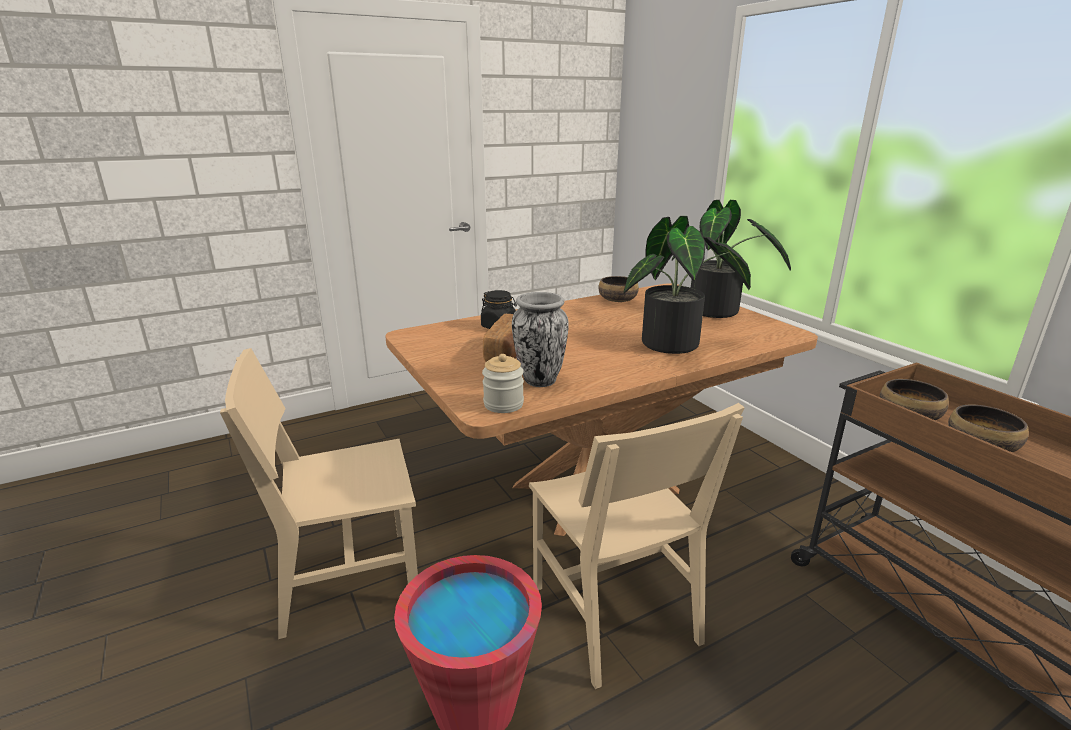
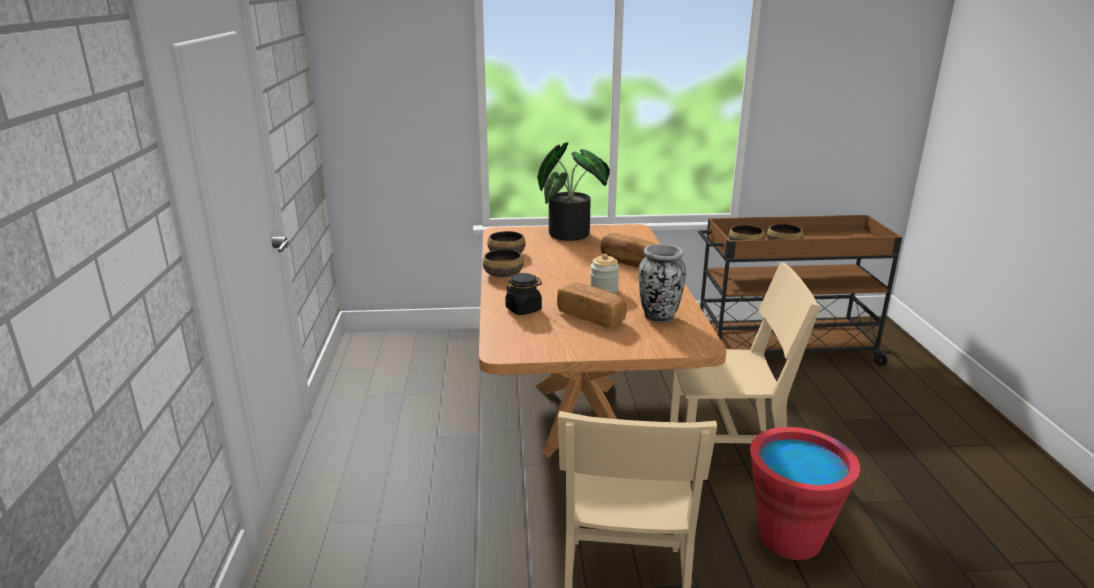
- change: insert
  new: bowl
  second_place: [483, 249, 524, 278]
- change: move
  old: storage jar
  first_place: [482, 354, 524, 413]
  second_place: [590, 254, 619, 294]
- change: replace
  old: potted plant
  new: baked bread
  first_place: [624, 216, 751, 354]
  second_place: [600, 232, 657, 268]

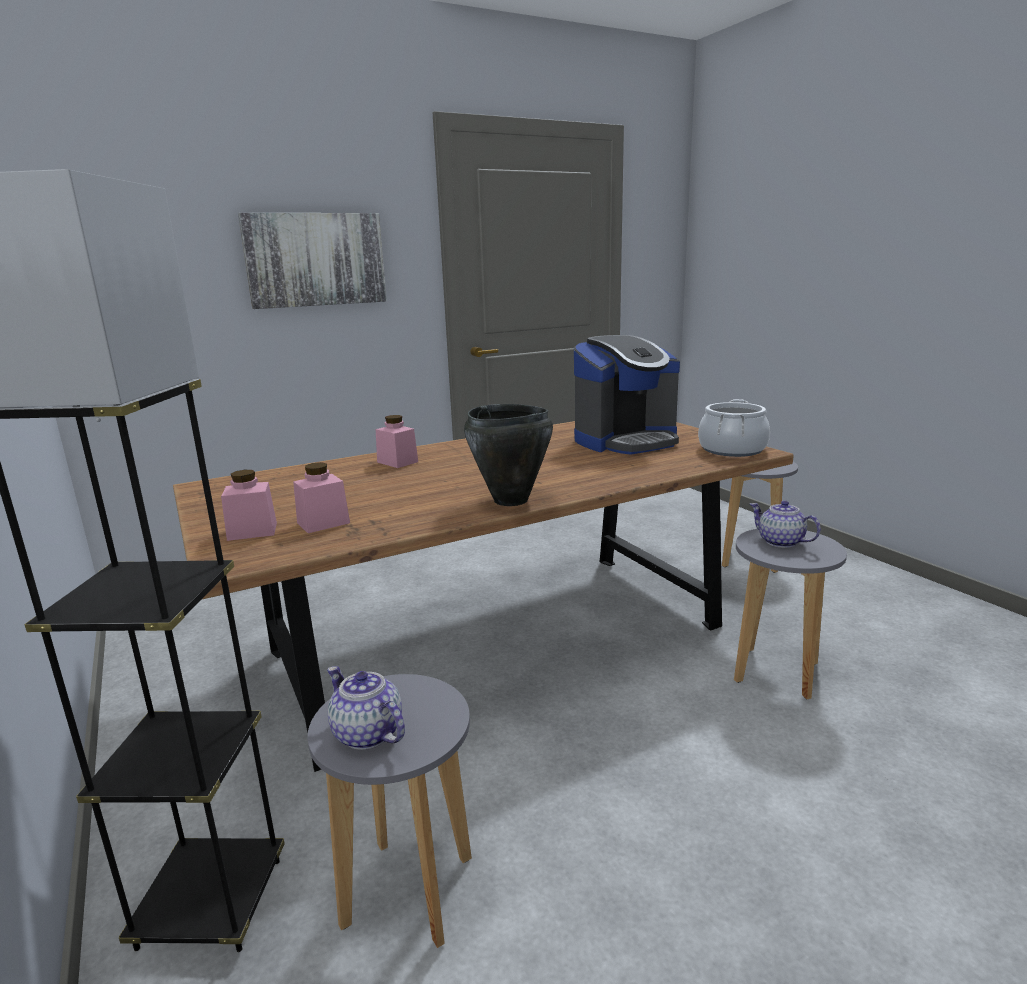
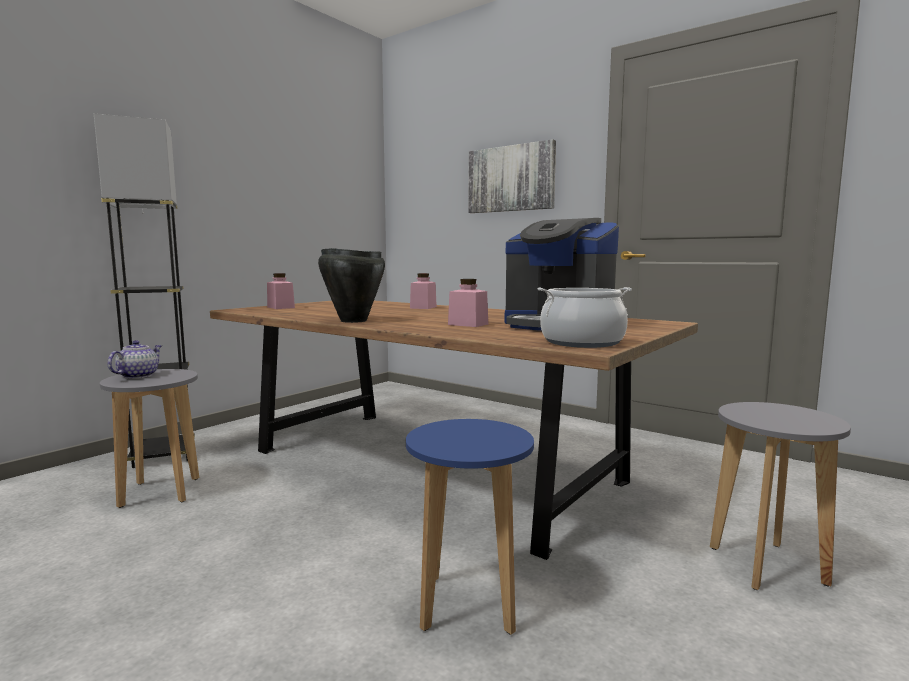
- change: delete
  old: tea pot
  first_place: [750, 500, 821, 548]
- change: move
  old: pink-coloured storage jar
  first_place: [293, 462, 350, 533]
  second_place: [448, 279, 488, 327]
- change: recolor
  old: grey stool seat
  new: blue stool seat
  first_place: [734, 529, 847, 700]
  second_place: [406, 419, 534, 635]

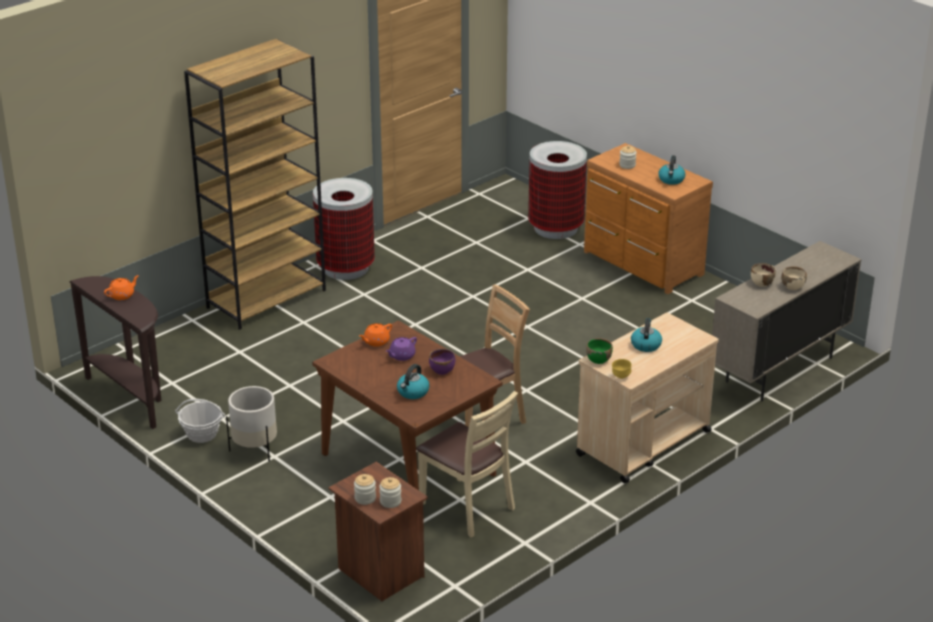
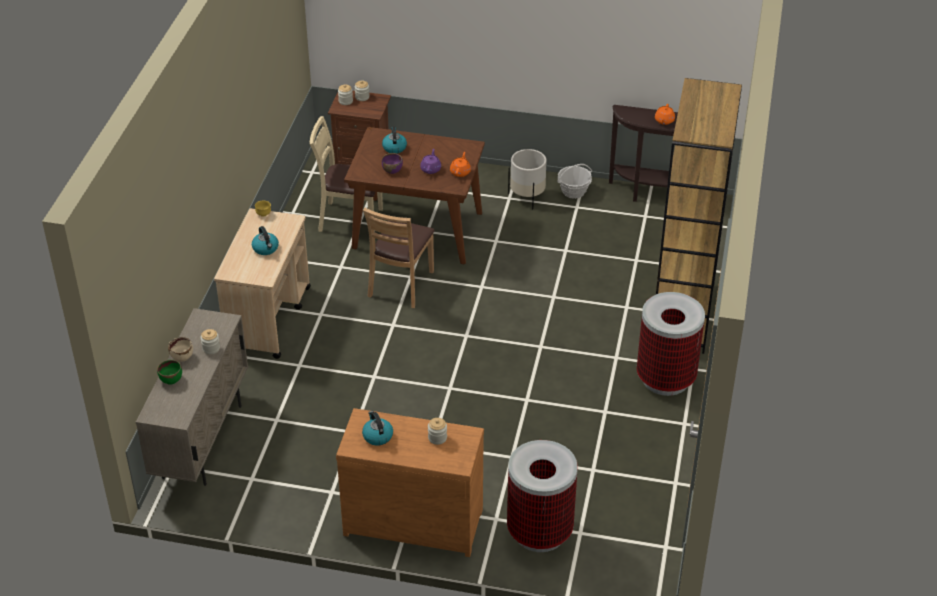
- change: move
  old: green bowl
  first_place: [586, 338, 613, 364]
  second_place: [157, 360, 182, 385]
- change: replace
  old: beige-coloured bowl
  new: storage jar
  first_place: [751, 263, 776, 287]
  second_place: [200, 329, 220, 354]

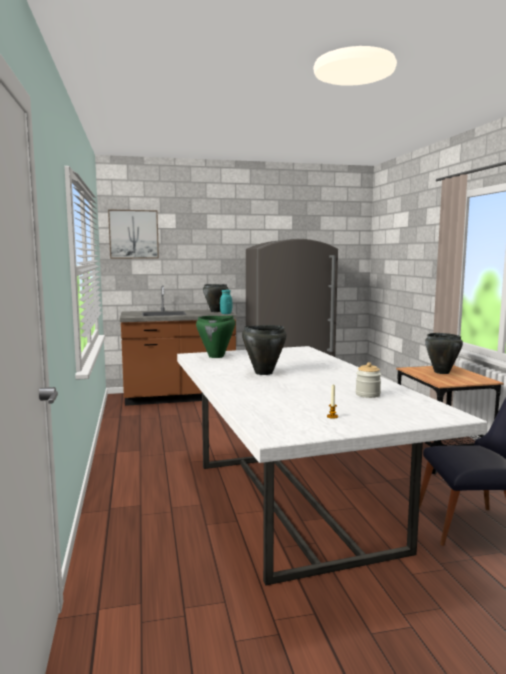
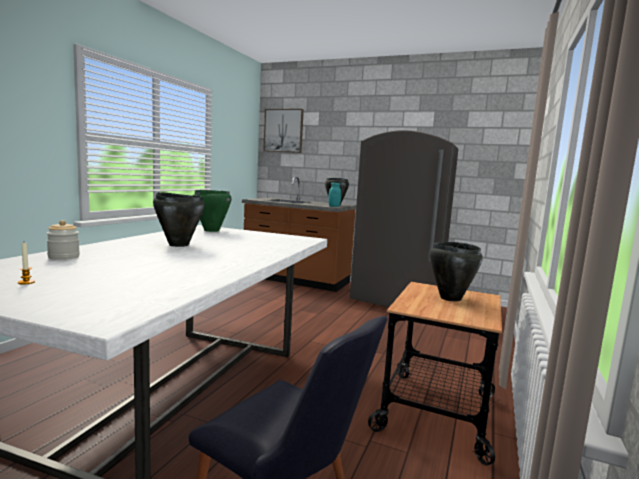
- change: move
  old: storage jar
  first_place: [356, 362, 381, 398]
  second_place: [46, 220, 80, 260]

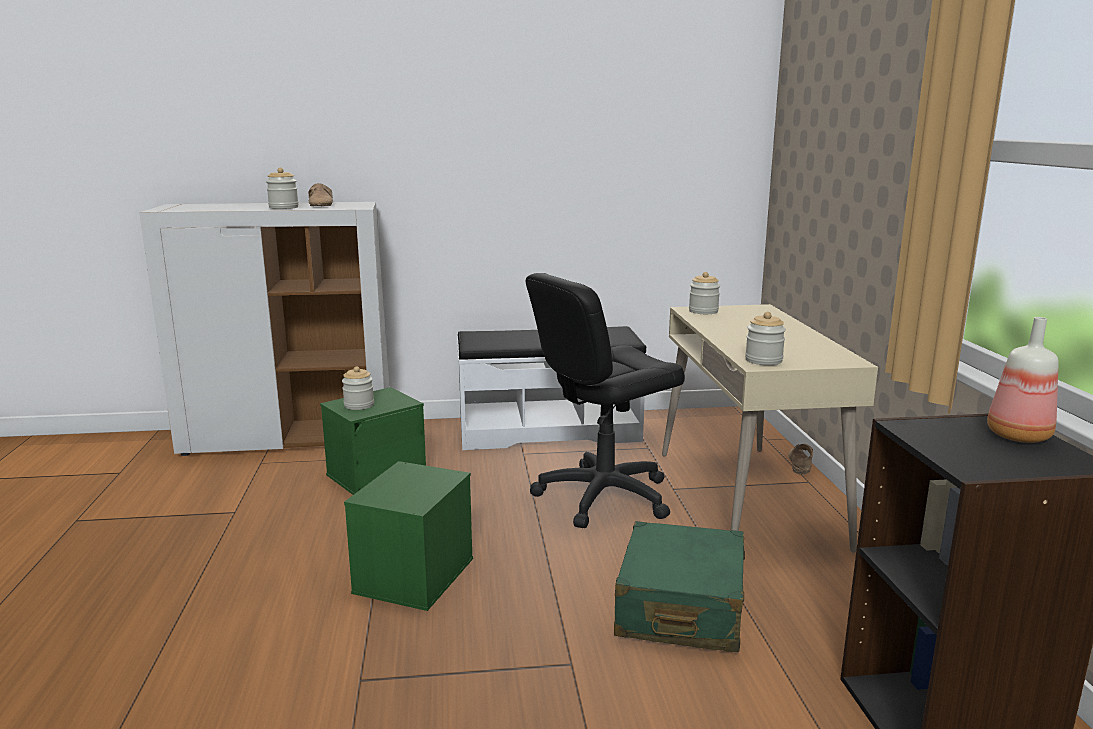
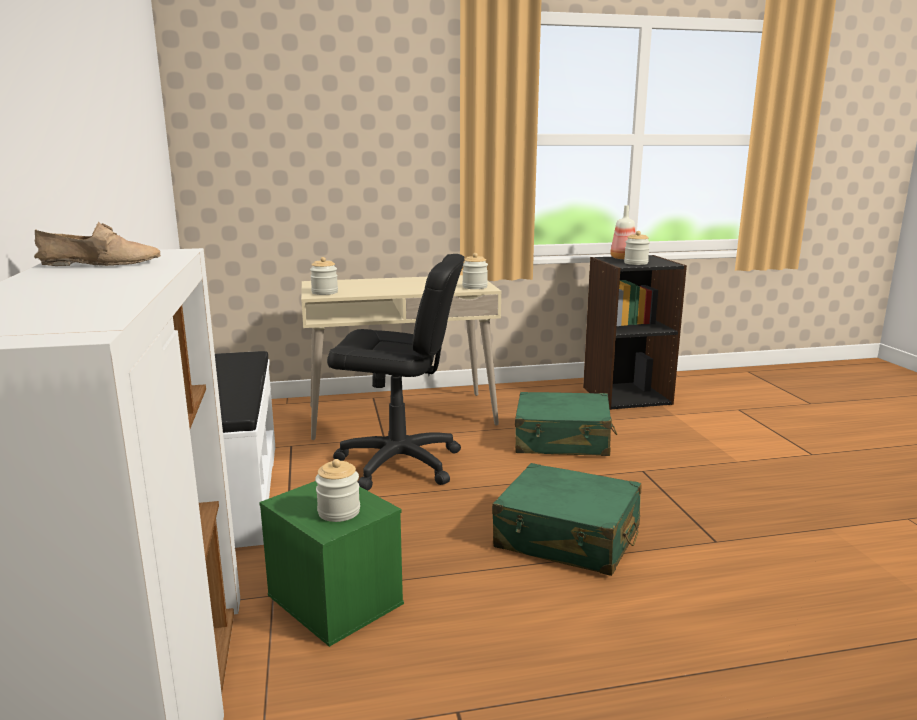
- change: delete
  old: beige-coloured shoe
  first_place: [788, 444, 813, 475]
- change: move
  old: storage jar
  first_place: [266, 168, 299, 209]
  second_place: [624, 231, 650, 265]
- change: replace
  old: green storage box
  new: green travel case
  first_place: [344, 461, 473, 611]
  second_place: [492, 463, 641, 576]
- change: rotate
  old: black-coloured computer chair
  first_place: [526, 273, 685, 528]
  second_place: [327, 254, 464, 491]
  degrees: -45

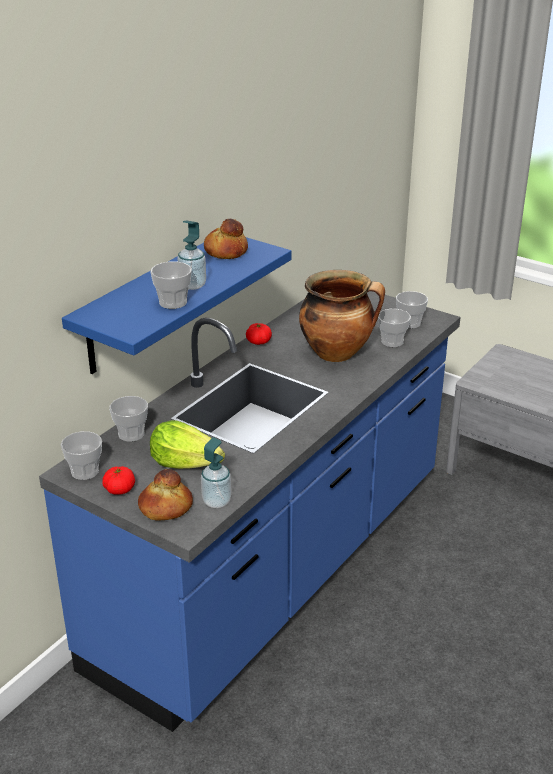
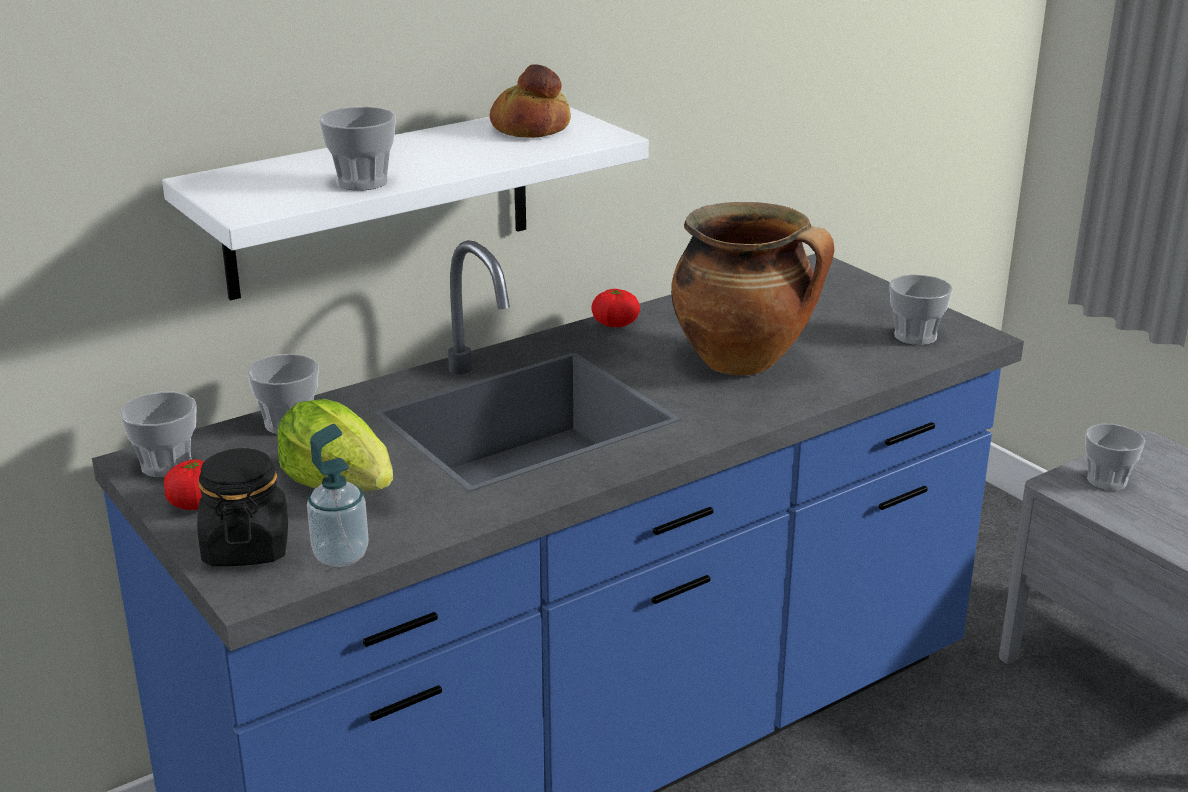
- change: delete
  old: soap bottle
  first_place: [178, 221, 206, 290]
- change: move
  old: cup
  first_place: [378, 309, 411, 347]
  second_place: [1085, 424, 1145, 490]
- change: replace
  old: baked bread
  new: black-coloured storage jar
  first_place: [138, 469, 193, 521]
  second_place: [197, 448, 288, 566]
- change: recolor
  old: blue wall shelf
  new: whitish wall shelf
  first_place: [62, 237, 291, 374]
  second_place: [162, 107, 649, 301]

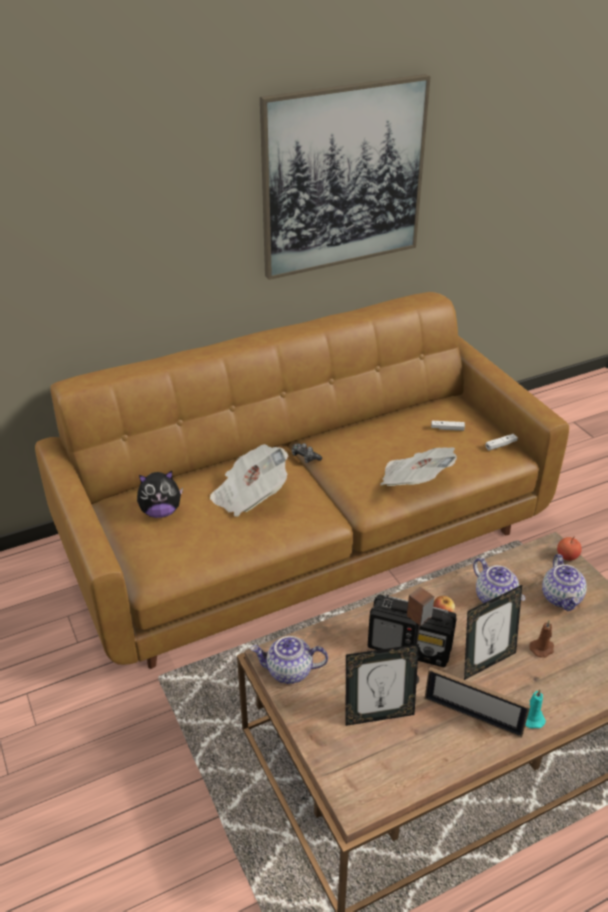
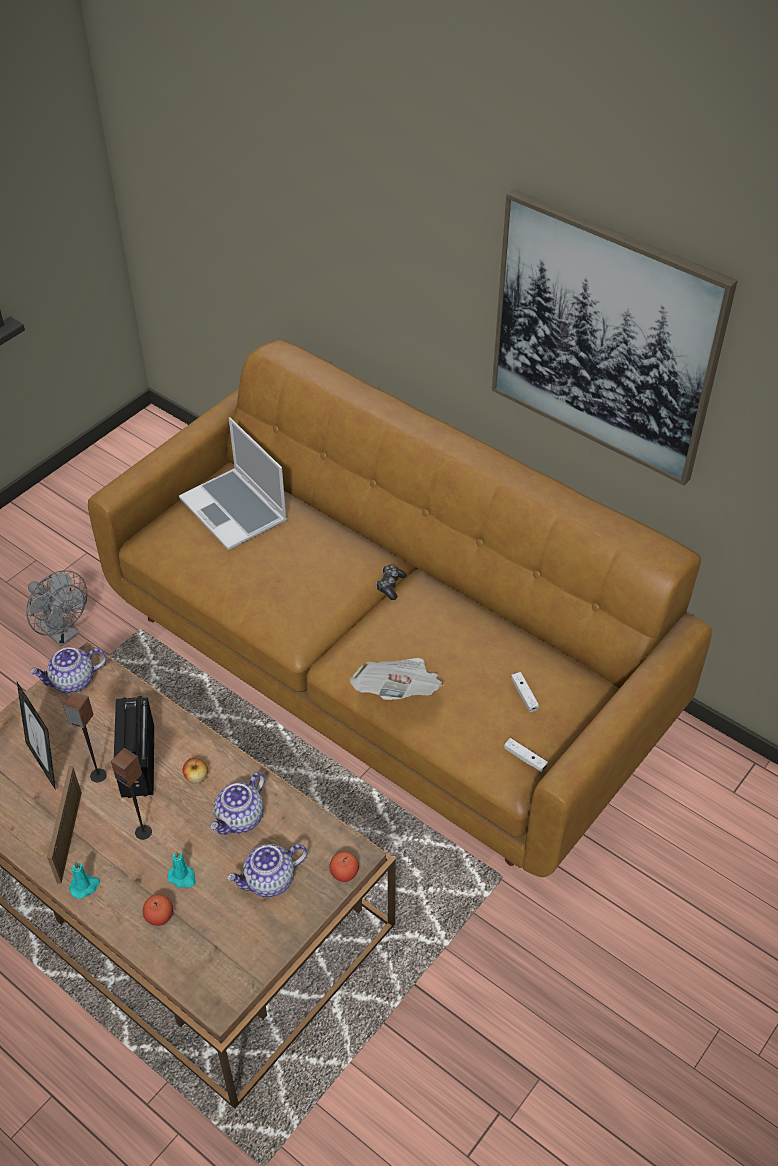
- change: delete
  old: daily paper
  first_place: [210, 444, 289, 517]
- change: insert
  new: grey cooling fan
  second_place: [26, 570, 87, 647]
- change: insert
  new: apple fruit
  second_place: [143, 895, 173, 926]
- change: replace
  old: soft toy
  new: laptop
  first_place: [137, 471, 183, 518]
  second_place: [179, 417, 287, 550]
- change: replace
  old: photo frame
  new: loudspeaker
  first_place: [464, 585, 522, 680]
  second_place: [111, 748, 152, 840]
- change: recolor
  old: brown wax candle
  new: blue-green wax candle
  first_place: [529, 620, 554, 658]
  second_place: [168, 852, 196, 888]
- change: rotate
  old: tea pot
  first_place: [250, 636, 328, 684]
  second_place: [29, 647, 107, 693]
  degrees: -90

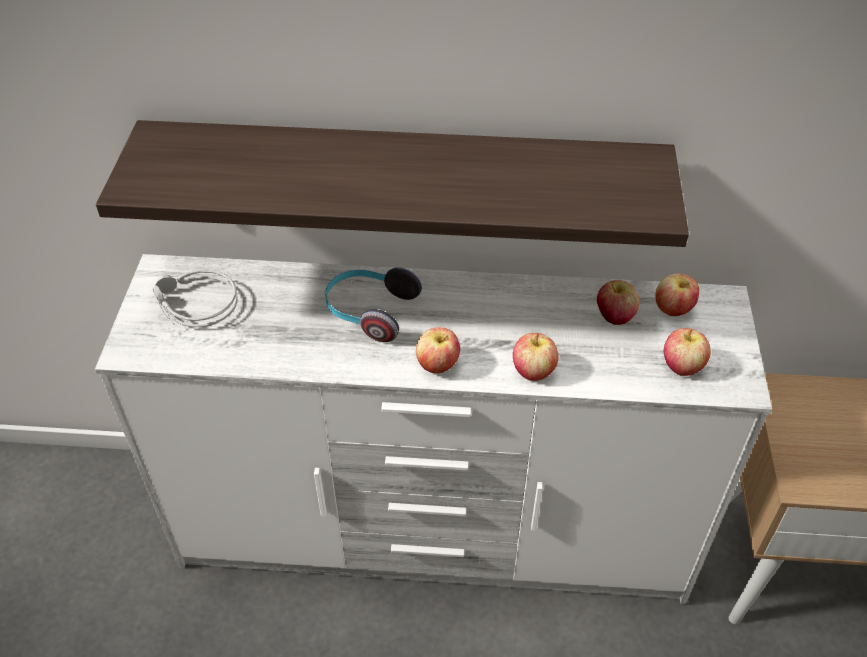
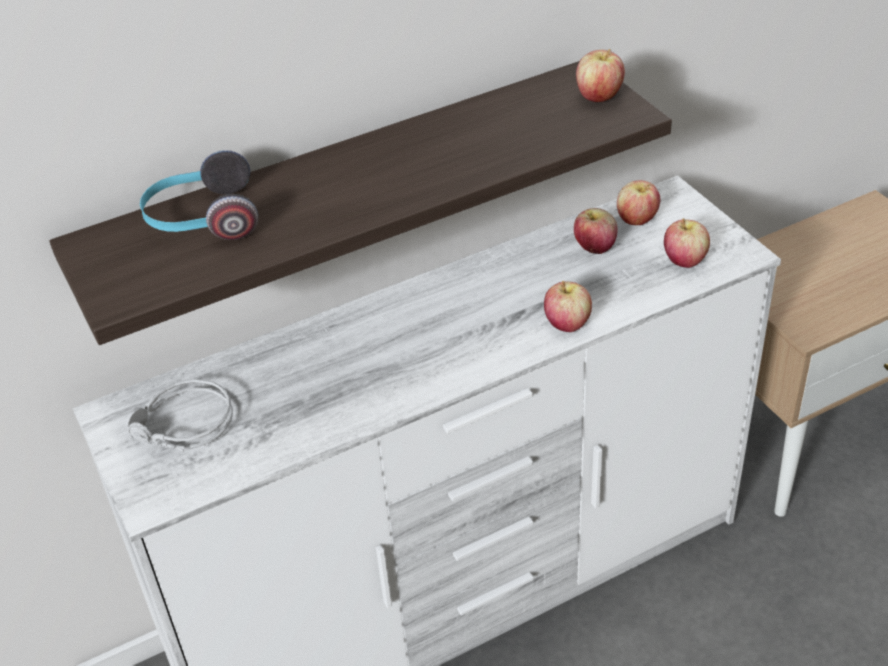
- change: move
  old: headphones
  first_place: [325, 267, 422, 342]
  second_place: [140, 150, 258, 240]
- change: move
  old: apple fruit
  first_place: [416, 327, 460, 373]
  second_place: [576, 49, 625, 102]

